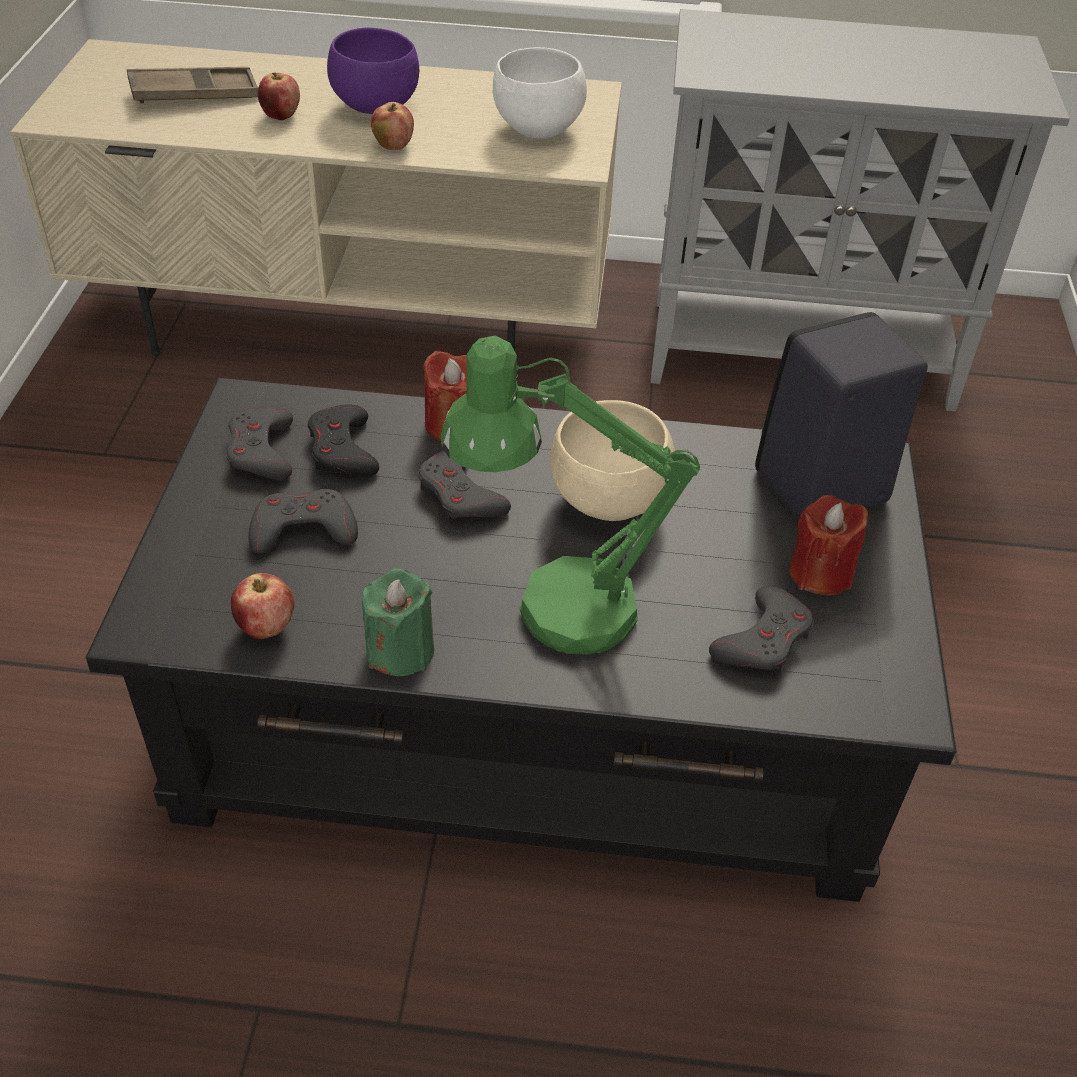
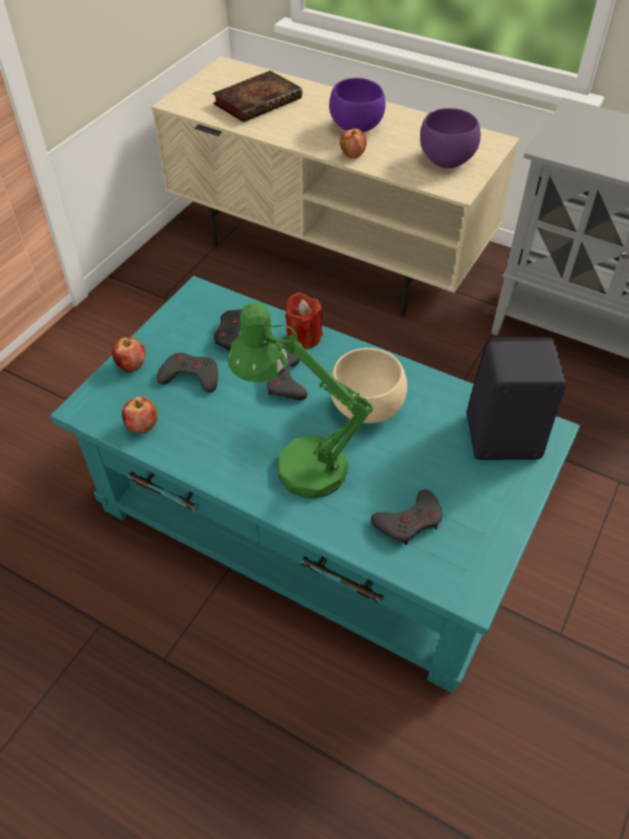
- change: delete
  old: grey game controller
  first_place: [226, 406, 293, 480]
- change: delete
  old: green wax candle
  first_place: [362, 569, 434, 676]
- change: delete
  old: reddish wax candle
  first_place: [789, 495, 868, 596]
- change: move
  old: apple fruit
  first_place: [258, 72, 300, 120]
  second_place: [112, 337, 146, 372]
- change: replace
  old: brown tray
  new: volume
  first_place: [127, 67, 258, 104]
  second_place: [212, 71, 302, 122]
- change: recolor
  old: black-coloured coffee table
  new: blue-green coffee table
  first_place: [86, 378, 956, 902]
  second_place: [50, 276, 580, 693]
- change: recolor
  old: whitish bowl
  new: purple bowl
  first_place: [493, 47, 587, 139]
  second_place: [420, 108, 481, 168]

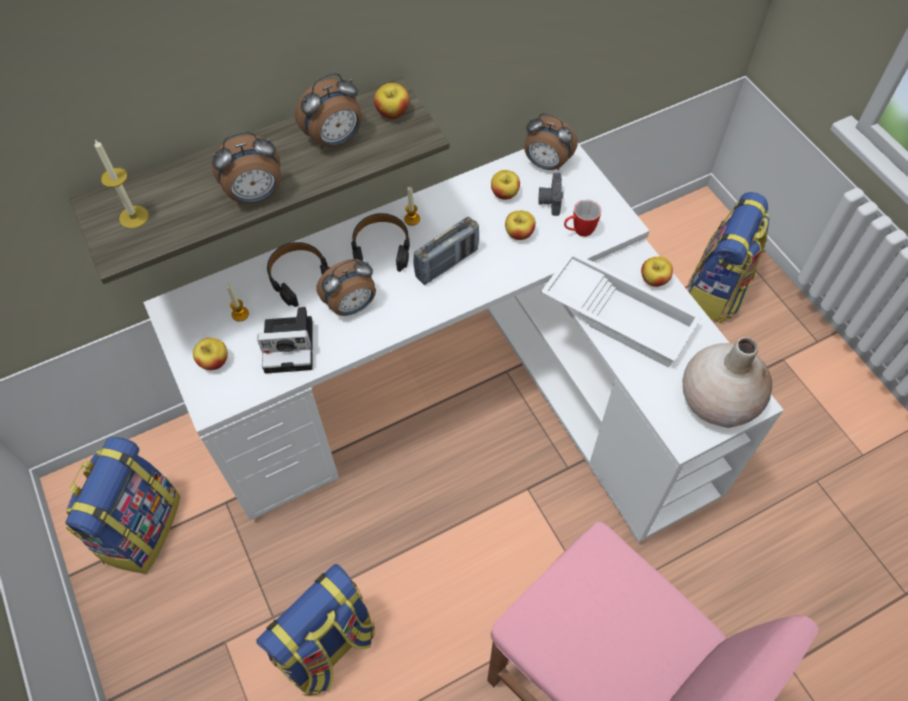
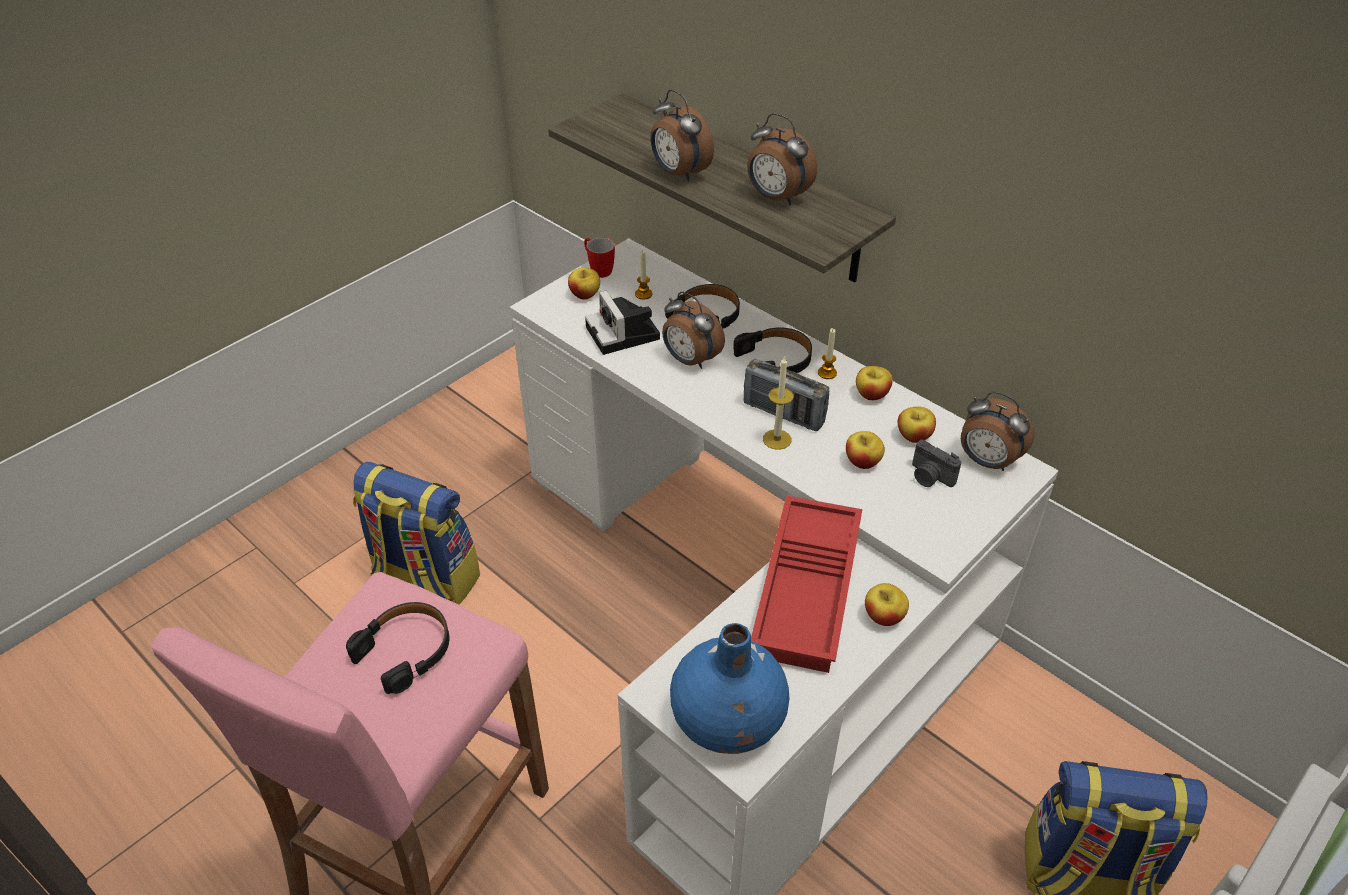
- change: delete
  old: knapsack
  first_place: [65, 437, 180, 574]
- change: insert
  new: black-coloured headphones
  second_place: [346, 602, 449, 694]
- change: move
  old: wax candle
  first_place: [95, 140, 149, 228]
  second_place: [763, 355, 794, 450]
- change: move
  old: apple fruit
  first_place: [374, 83, 409, 119]
  second_place: [856, 366, 893, 400]
- change: move
  old: coffee mug
  first_place: [564, 200, 601, 237]
  second_place: [584, 237, 615, 278]
- change: recolor
  old: whitish tray
  new: reddish tray
  first_place: [541, 251, 702, 368]
  second_place: [751, 496, 863, 673]
- change: recolor
  old: beige-coloured flower vase
  new: blue flower vase
  first_place: [683, 337, 772, 428]
  second_place: [670, 623, 790, 754]
- change: rotate
  old: table clock
  first_place: [524, 113, 578, 170]
  second_place: [961, 391, 1034, 471]
  degrees: -60
- change: rotate
  old: still camera
  first_place: [539, 173, 564, 216]
  second_place: [912, 440, 962, 487]
  degrees: -120

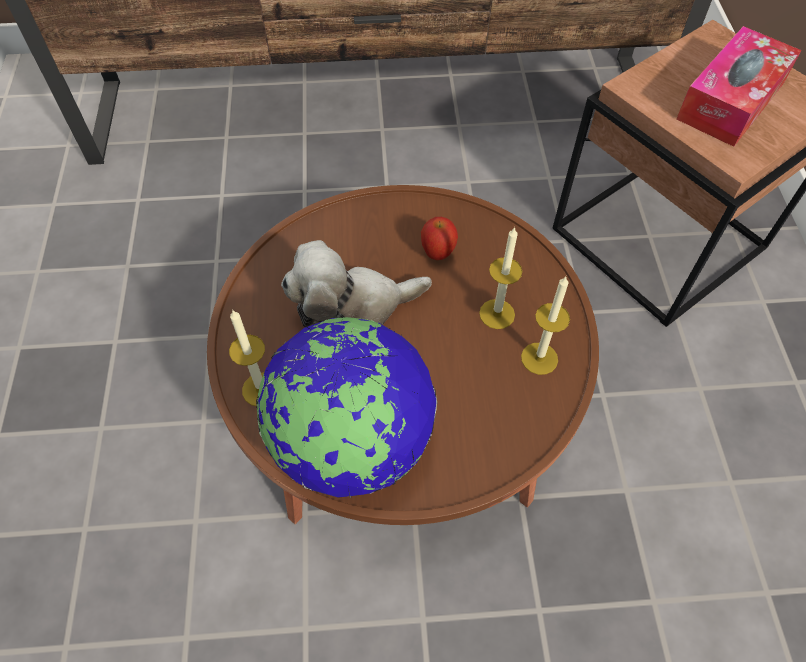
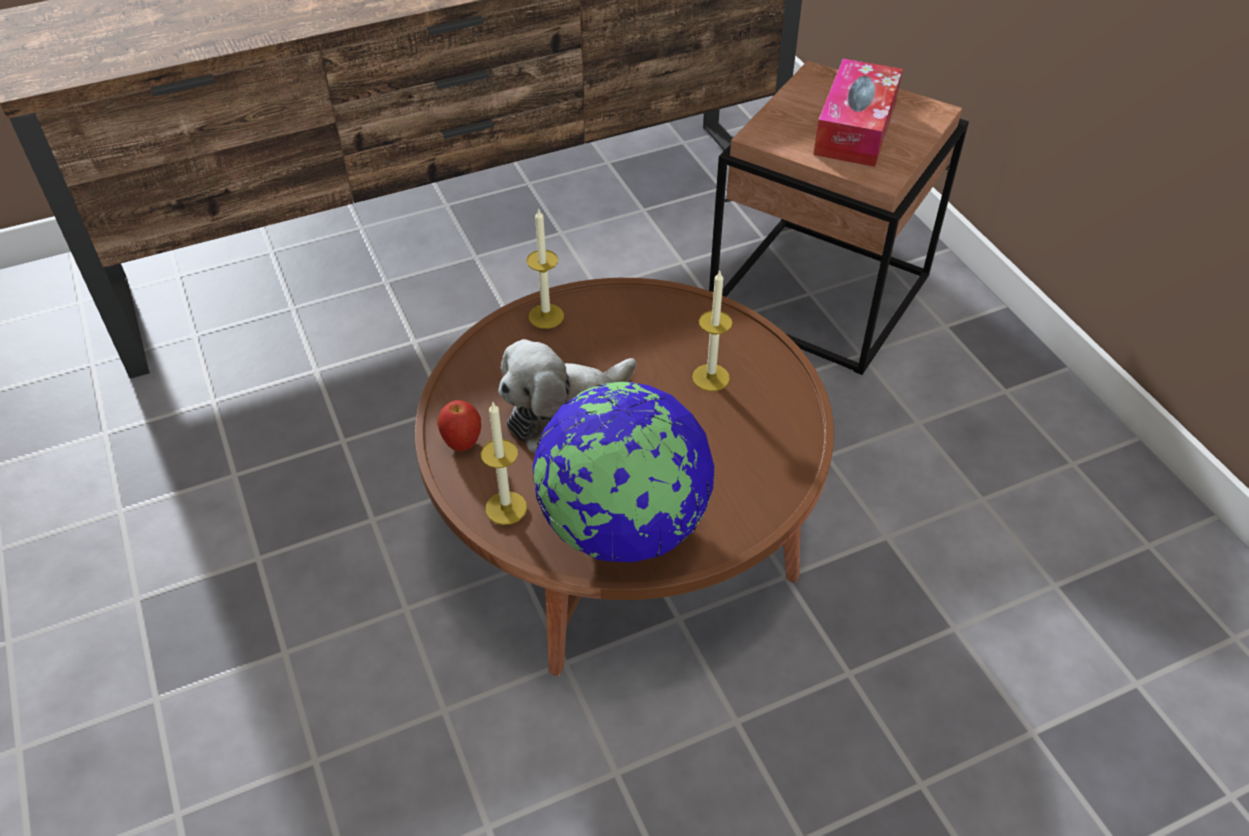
- change: move
  old: apple fruit
  first_place: [421, 217, 458, 260]
  second_place: [437, 400, 481, 451]
- change: move
  old: wax candle
  first_place: [521, 277, 570, 375]
  second_place: [526, 209, 564, 329]

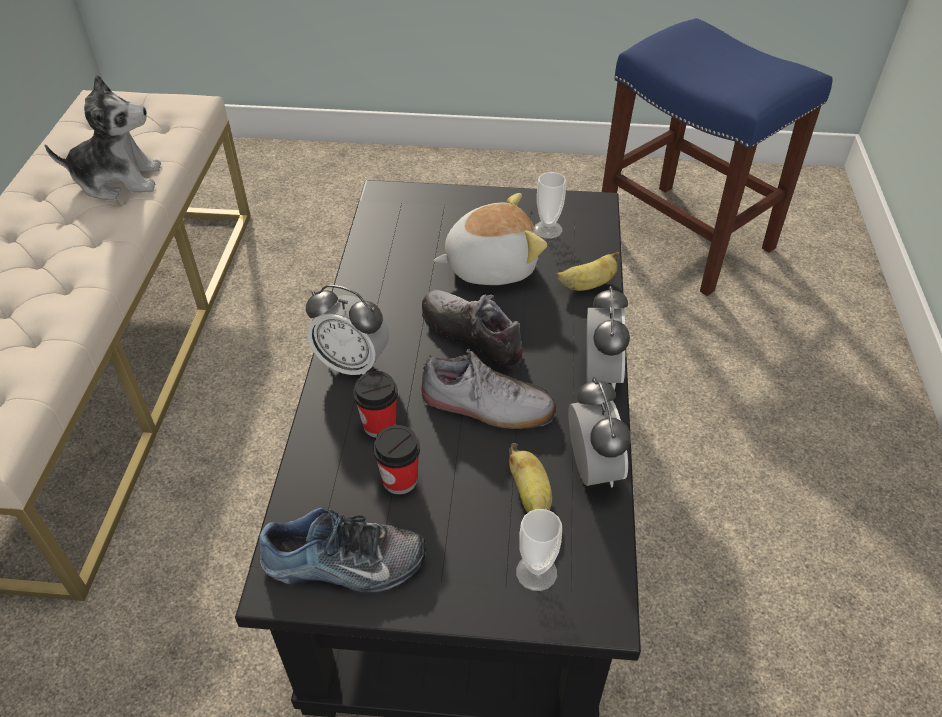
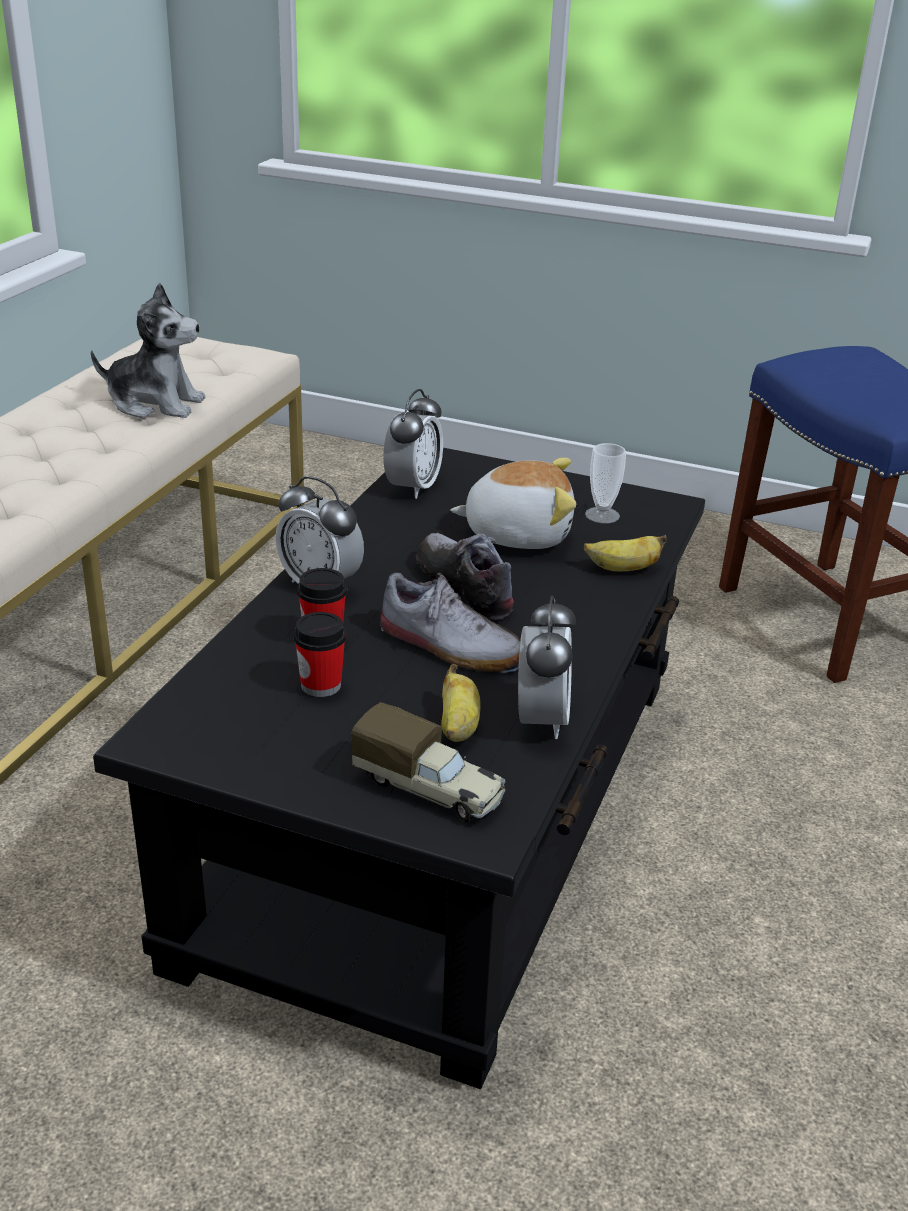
- change: delete
  old: shoe
  first_place: [259, 507, 426, 593]
- change: move
  old: table clock
  first_place: [587, 286, 630, 390]
  second_place: [383, 389, 443, 499]
- change: replace
  old: cup
  new: model truck
  first_place: [516, 509, 562, 591]
  second_place: [351, 702, 506, 822]

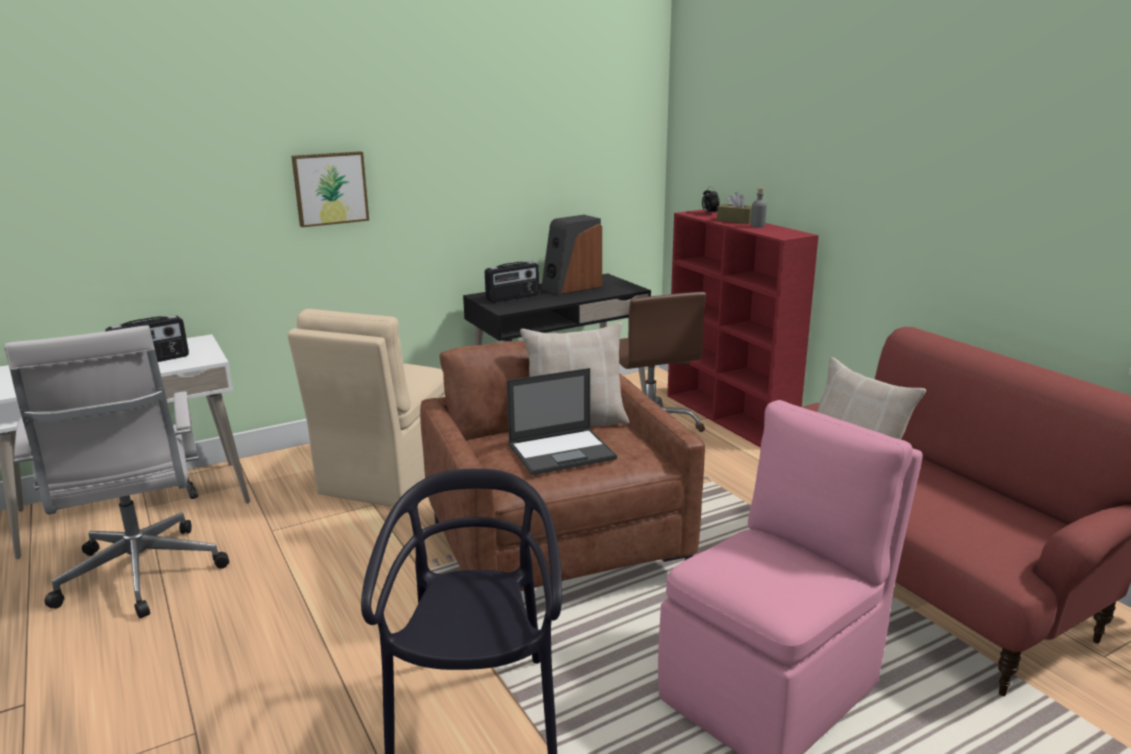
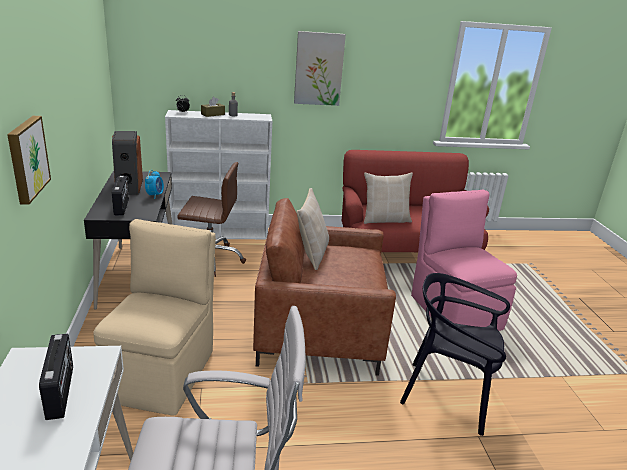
- change: delete
  old: laptop
  first_place: [507, 368, 617, 475]
- change: insert
  new: table clock
  second_place: [145, 170, 164, 199]
- change: insert
  new: picture
  second_place: [294, 31, 346, 106]
- change: recolor
  old: reddish bookshelf
  new: whitish bookshelf
  first_place: [667, 209, 819, 448]
  second_place: [165, 110, 272, 239]
- change: rotate
  old: beige-coloured chair
  first_place: [287, 309, 445, 507]
  second_place: [93, 219, 216, 416]
  degrees: -120

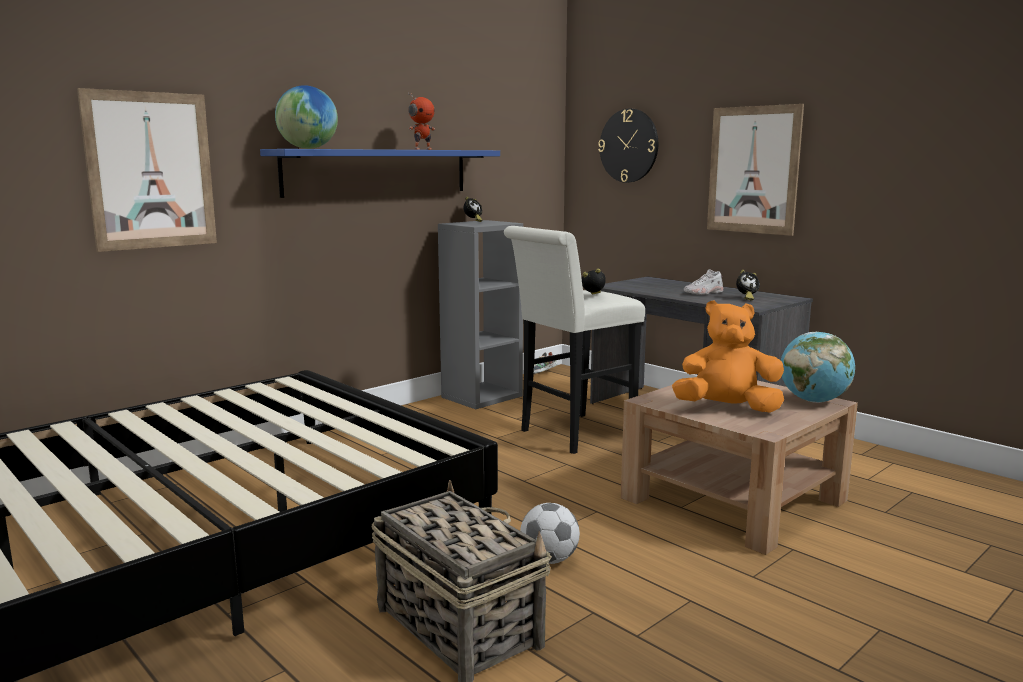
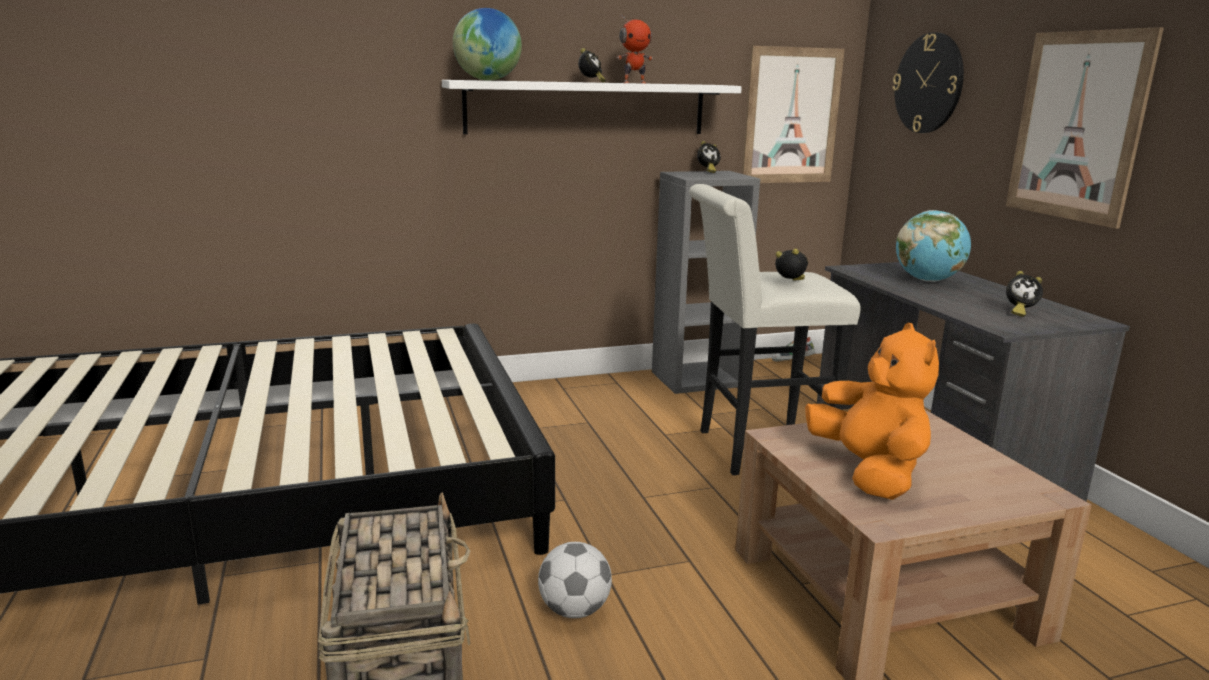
- change: delete
  old: whitish shoe
  first_place: [684, 269, 723, 295]
- change: insert
  new: table clock
  second_place: [578, 48, 606, 83]
- change: move
  old: picture
  first_place: [77, 88, 217, 252]
  second_place: [742, 46, 845, 183]
- change: move
  old: globe
  first_place: [781, 332, 855, 403]
  second_place: [896, 210, 971, 282]
- change: recolor
  old: blue wall shelf
  new: whitish wall shelf
  first_place: [260, 149, 500, 198]
  second_place: [442, 80, 742, 134]
- change: rotate
  old: orange-coloured soft toy
  first_place: [672, 300, 784, 413]
  second_place: [805, 323, 939, 500]
  degrees: 45

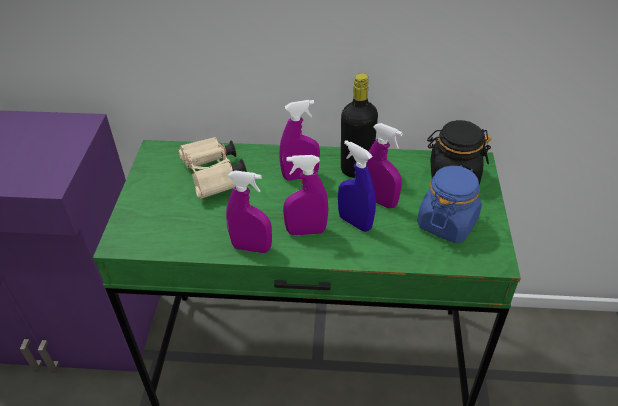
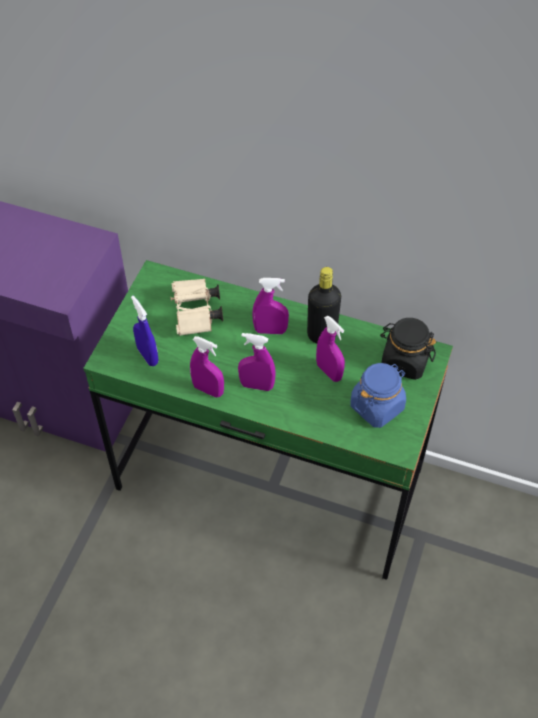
- change: move
  old: blue sprayer
  first_place: [338, 140, 376, 232]
  second_place: [131, 296, 159, 366]

